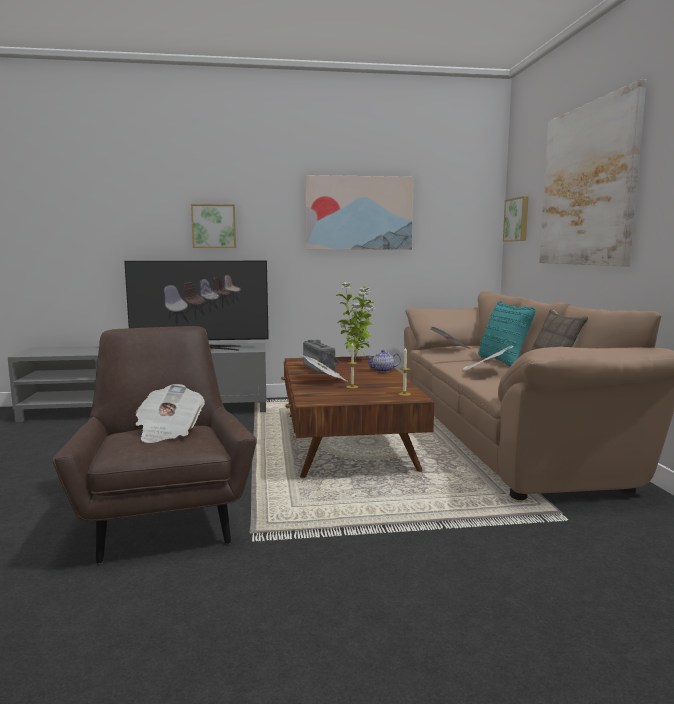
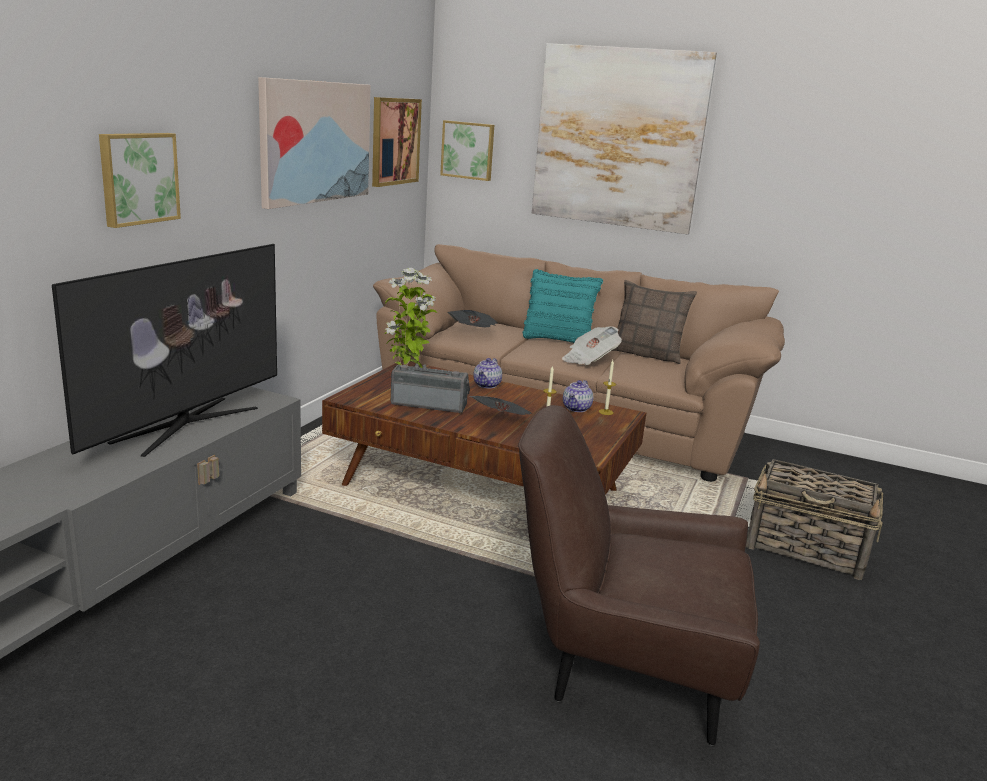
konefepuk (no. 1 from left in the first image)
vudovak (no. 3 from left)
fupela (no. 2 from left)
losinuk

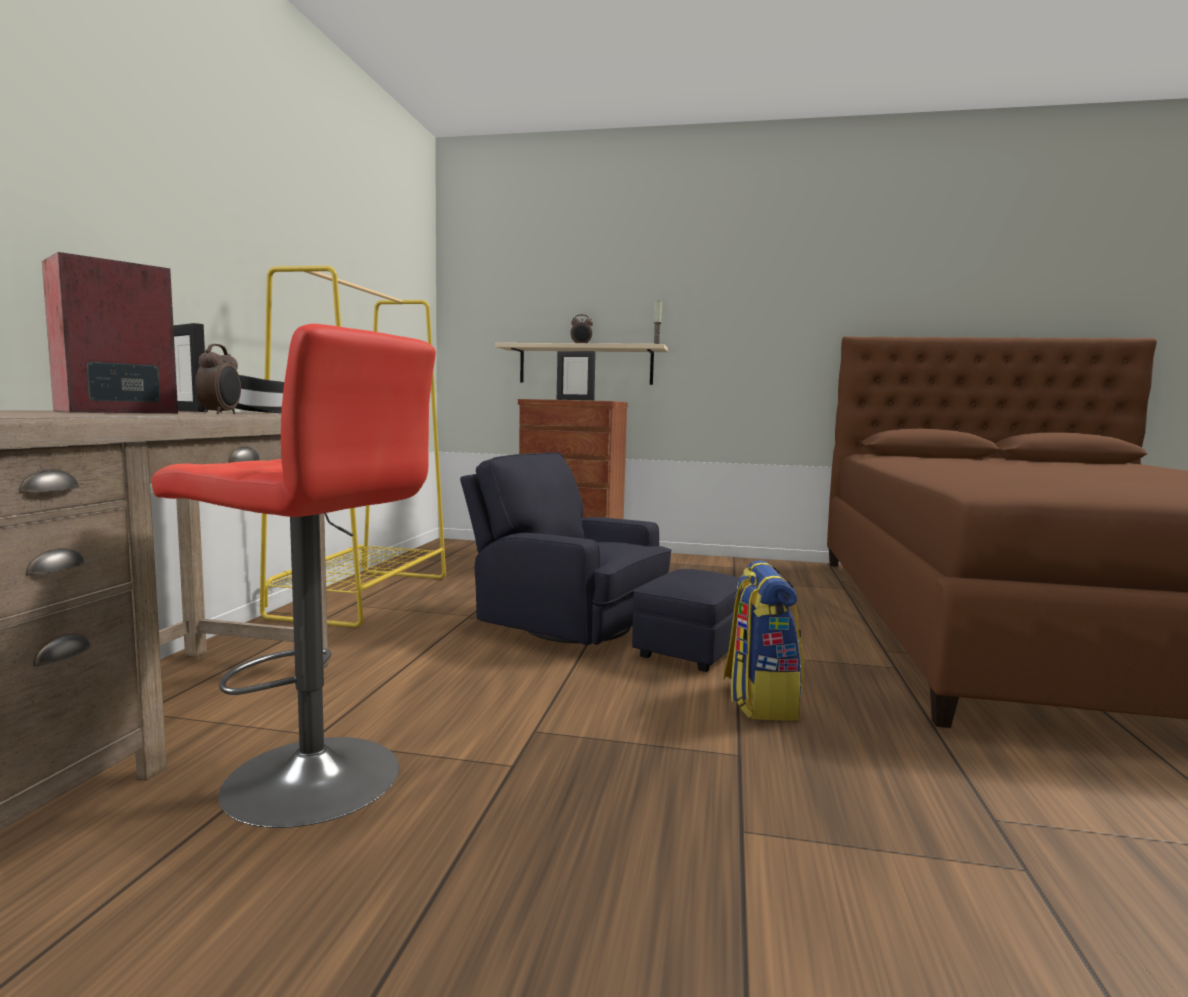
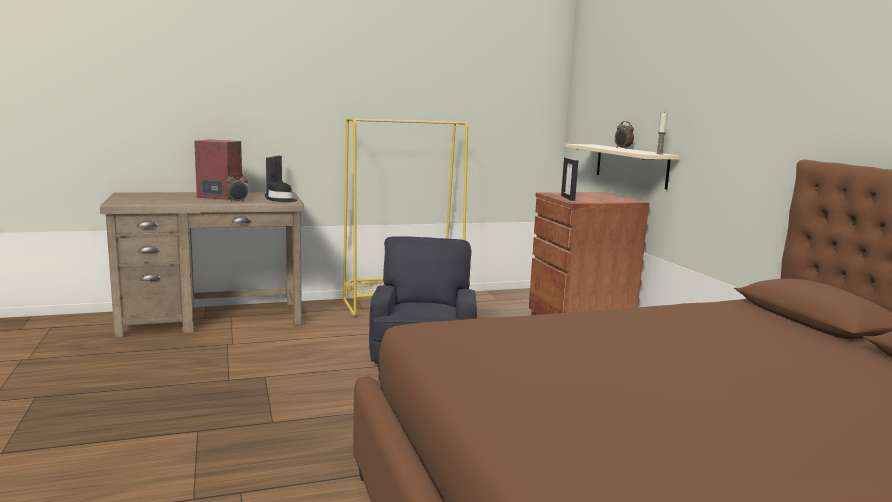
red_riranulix
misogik

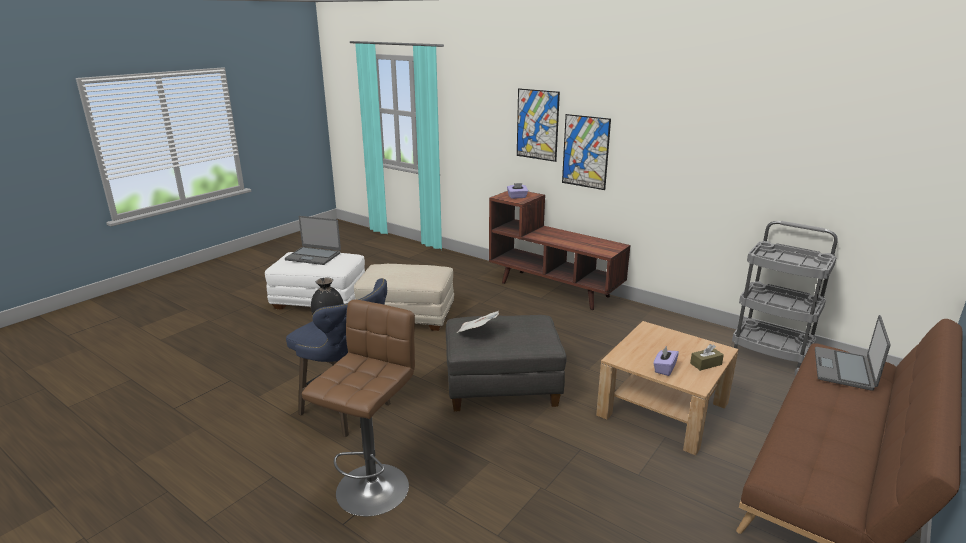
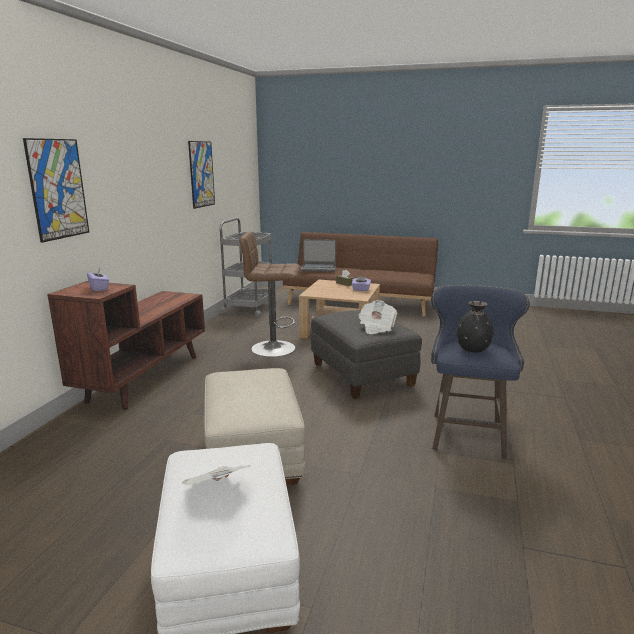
vudovak (no. 2 from left)
konefepuk (no. 1 from left)
brown_riranulix

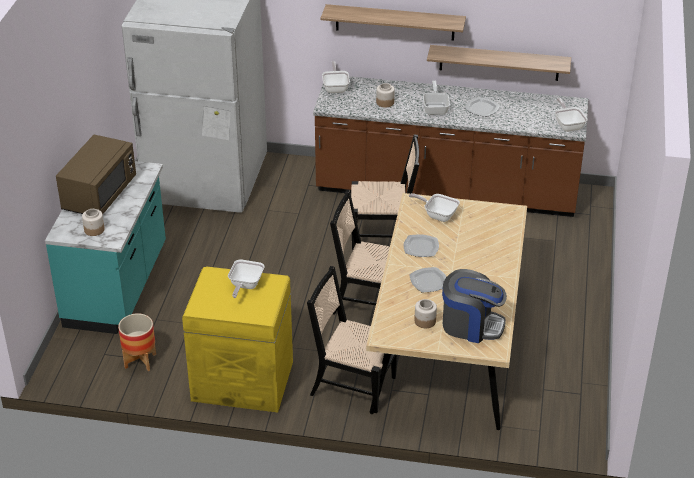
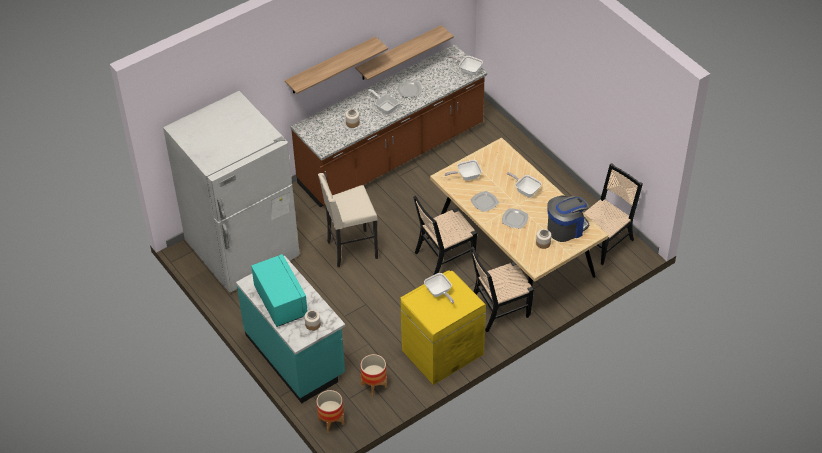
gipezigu (no. 5 from left)
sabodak (no. 3 from left)
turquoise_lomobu
beige_riranulix
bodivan (no. 1 from left)

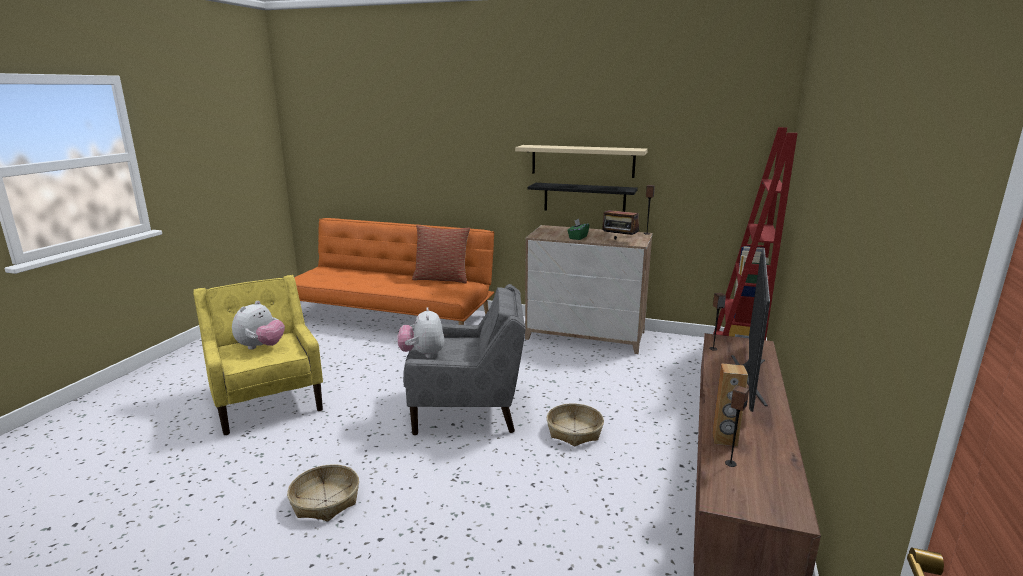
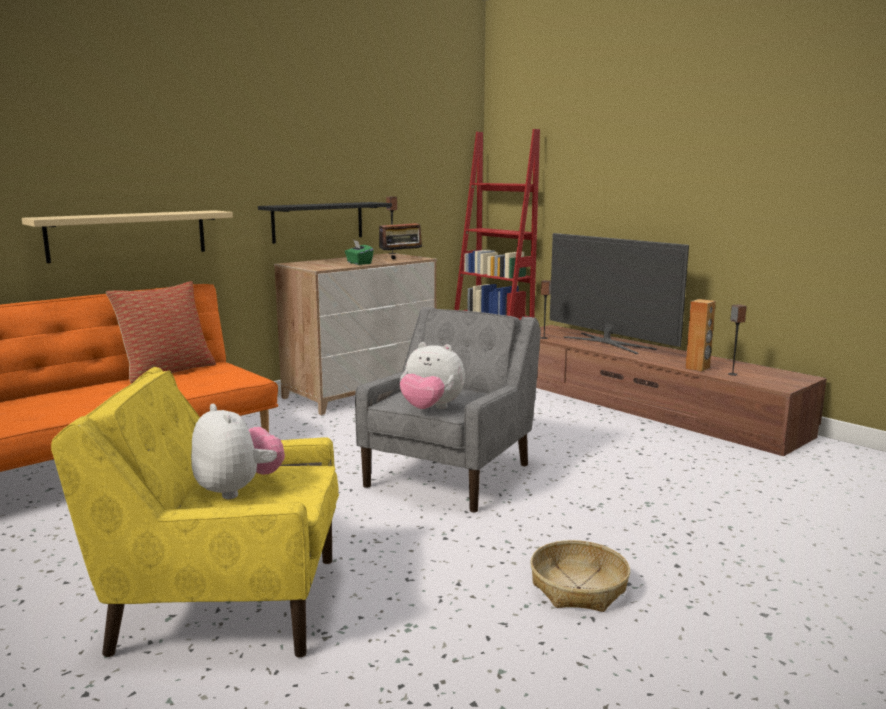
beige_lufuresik
losinuk (no. 2 from left in the first image)

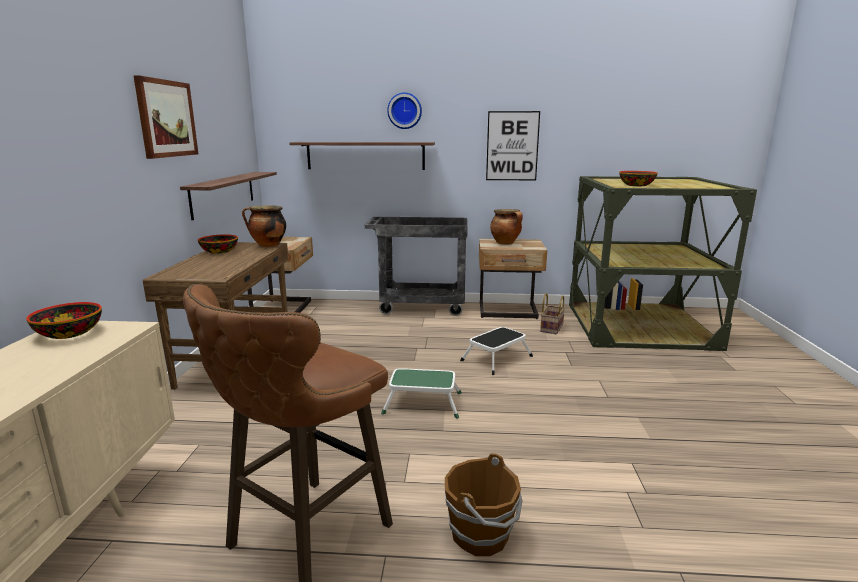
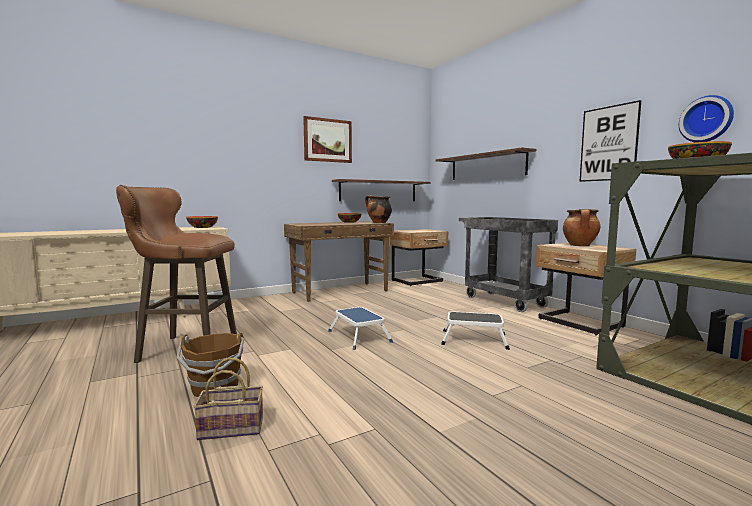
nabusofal
losinuk
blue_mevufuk

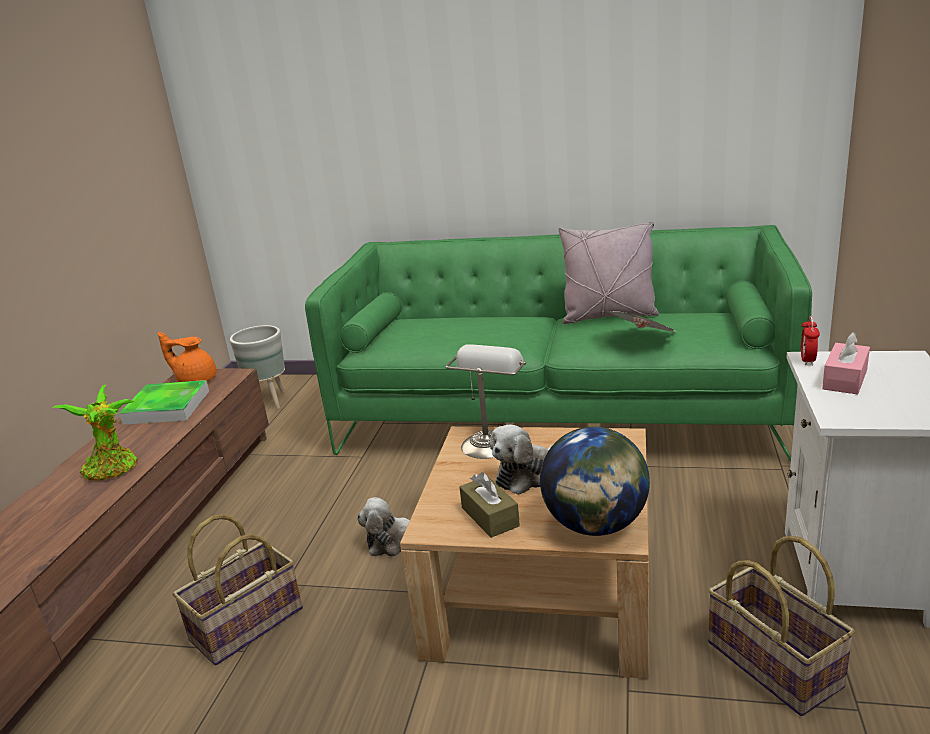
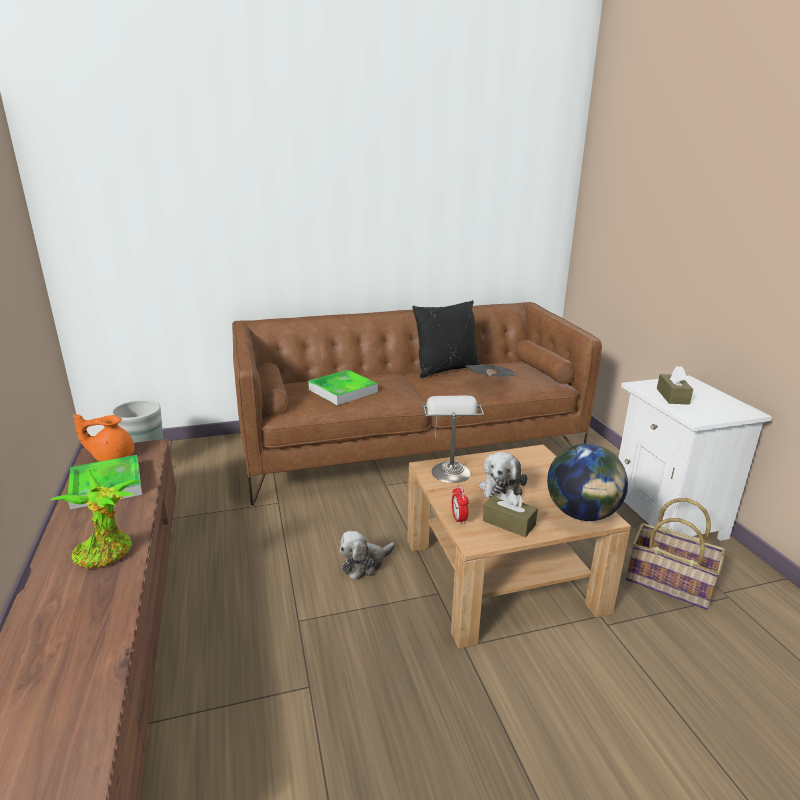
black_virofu
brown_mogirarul
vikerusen
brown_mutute (no. 2 from left)
losinuk (no. 1 from left in the first image)
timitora (no. 2 from left)

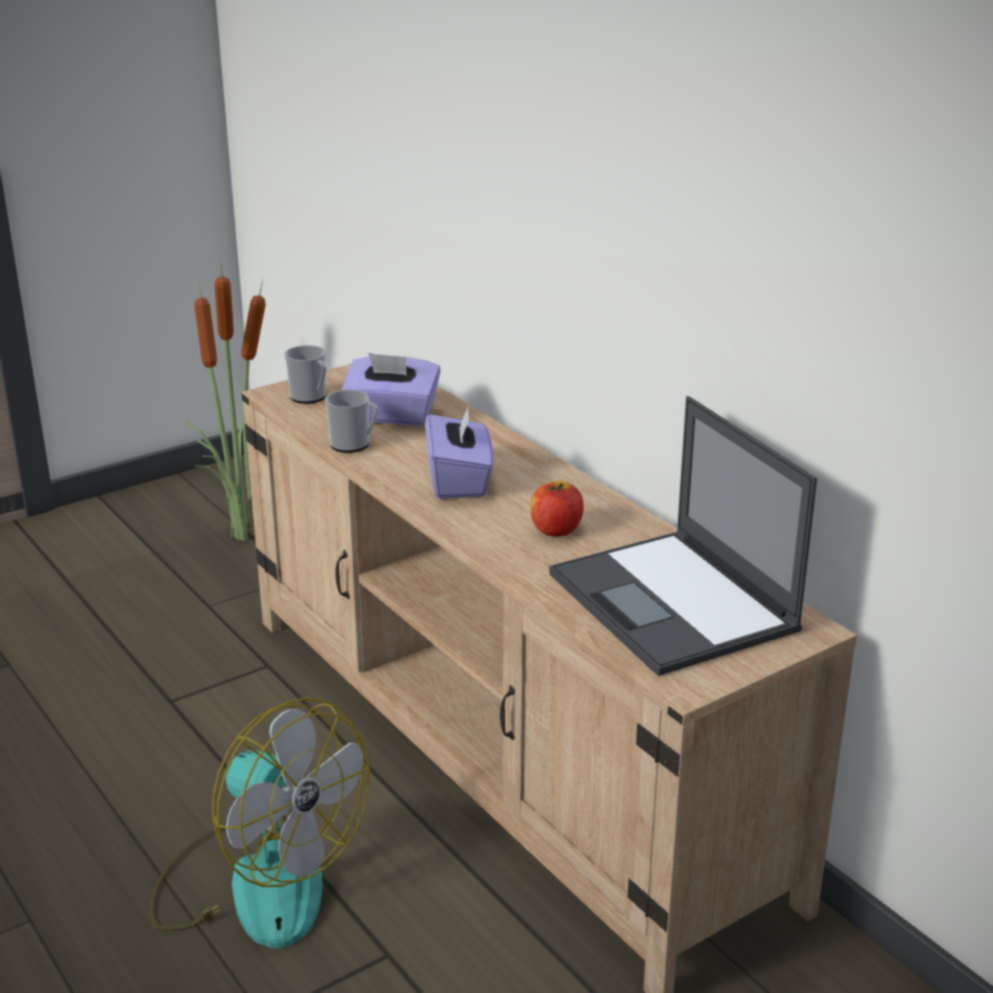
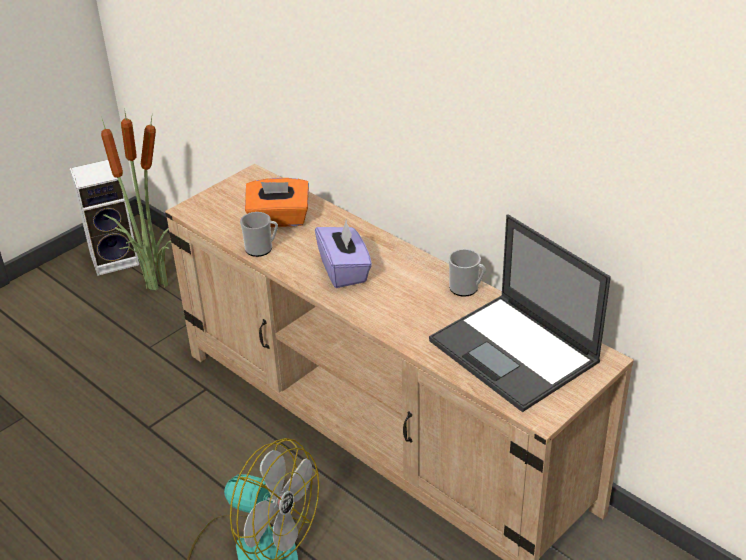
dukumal (no. 2 from left)
orange_mutute
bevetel
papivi

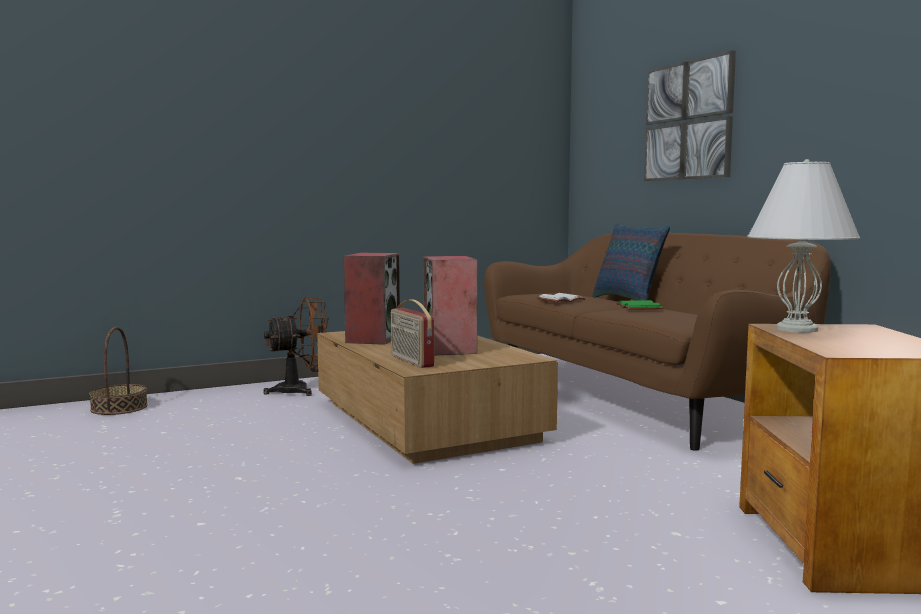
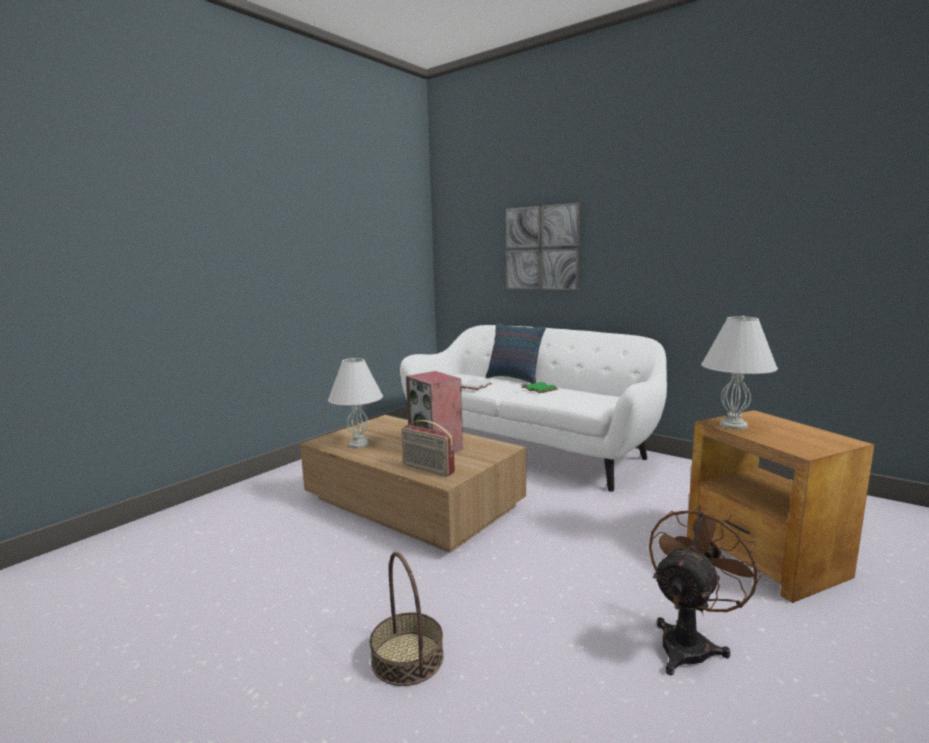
white_mogirarul
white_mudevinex (no. 1 from left)
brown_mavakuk
losinuk

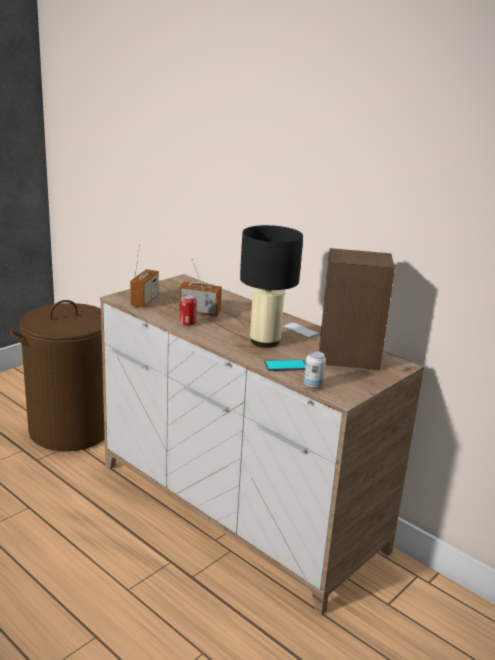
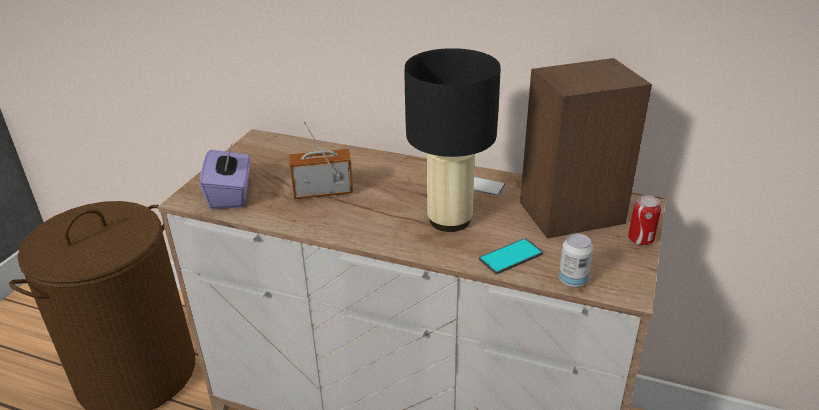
purple_mutute
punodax (no. 2 from left)

